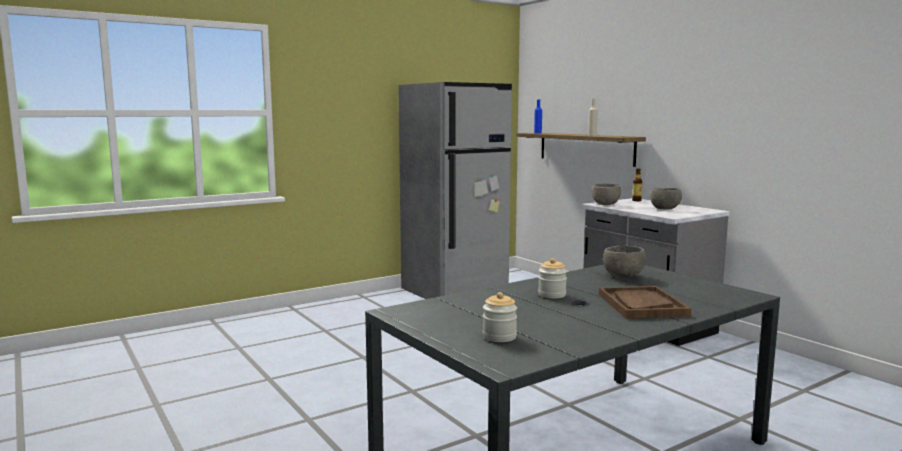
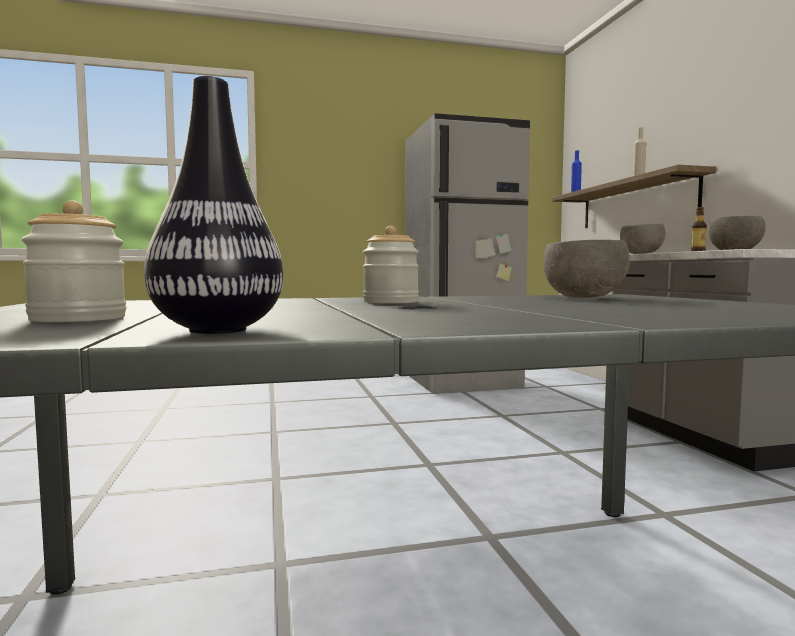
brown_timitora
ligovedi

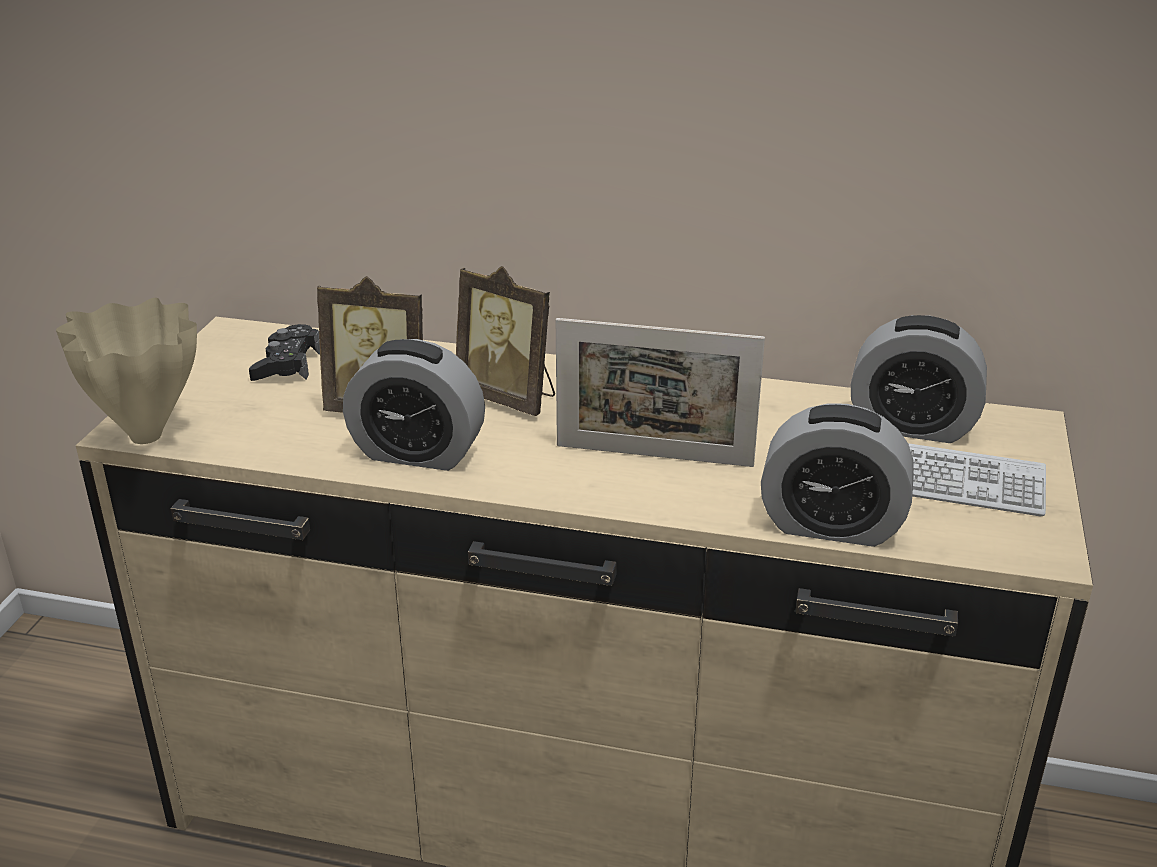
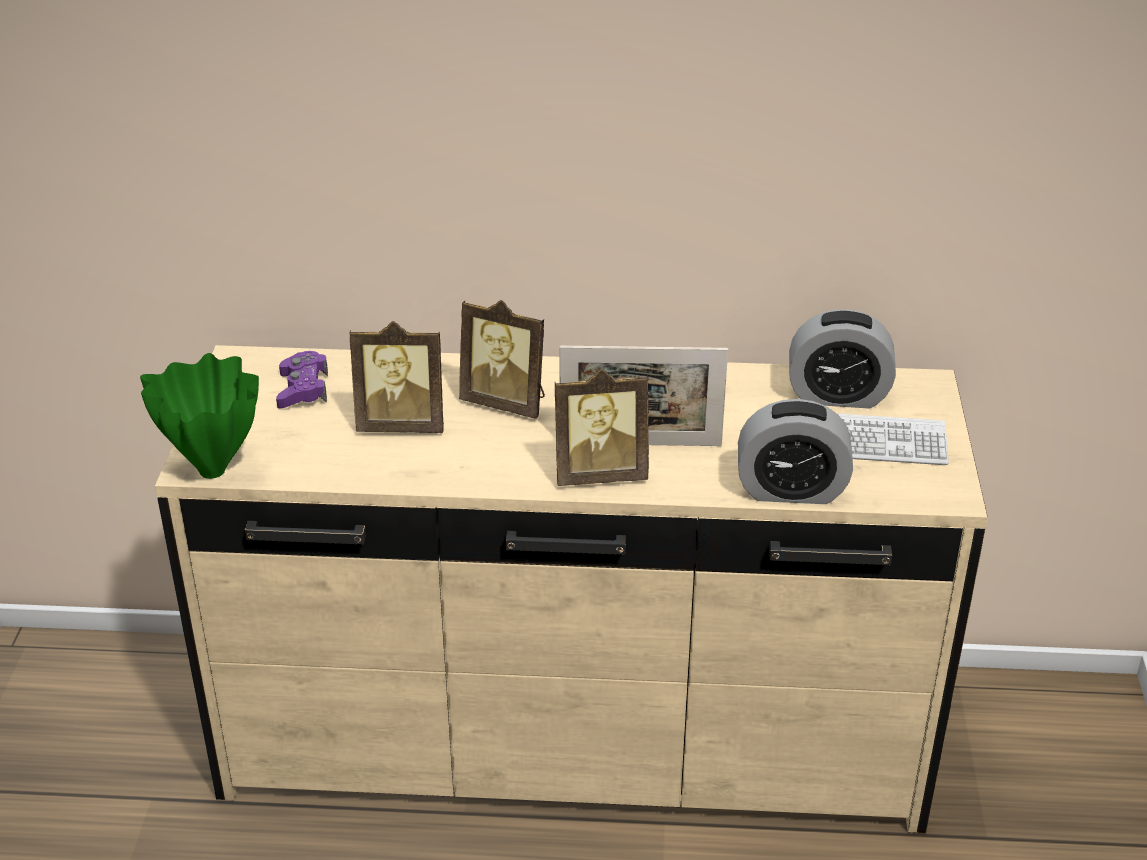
green_ligovedi
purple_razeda
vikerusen (no. 1 from left in the first image)
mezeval (no. 3 from left)

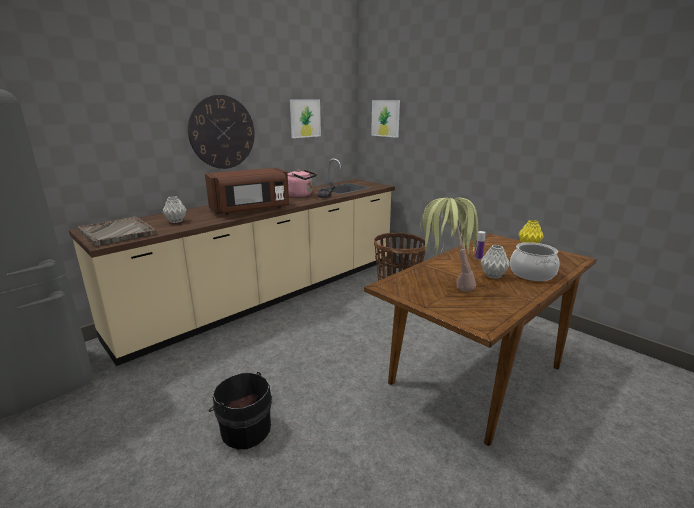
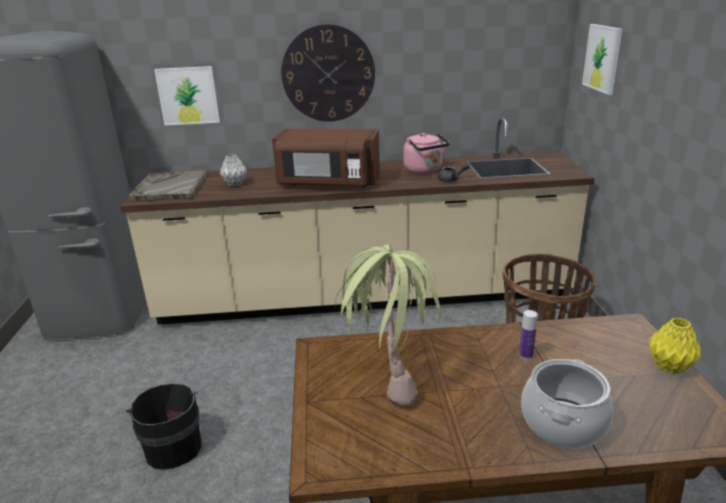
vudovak (no. 1 from left)
grey_ligovedi (no. 2 from left in the first image)

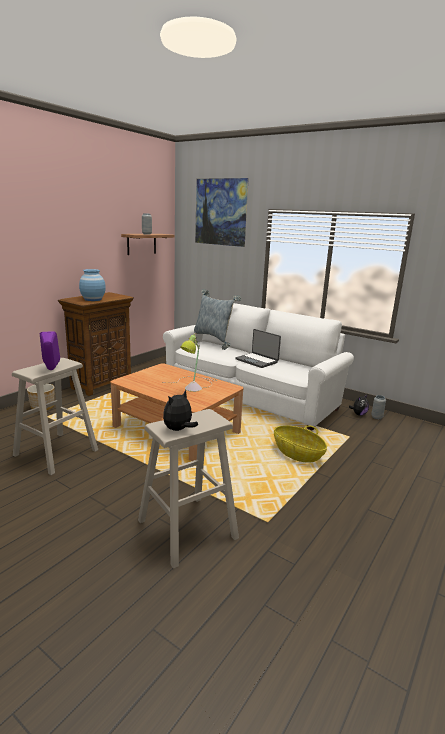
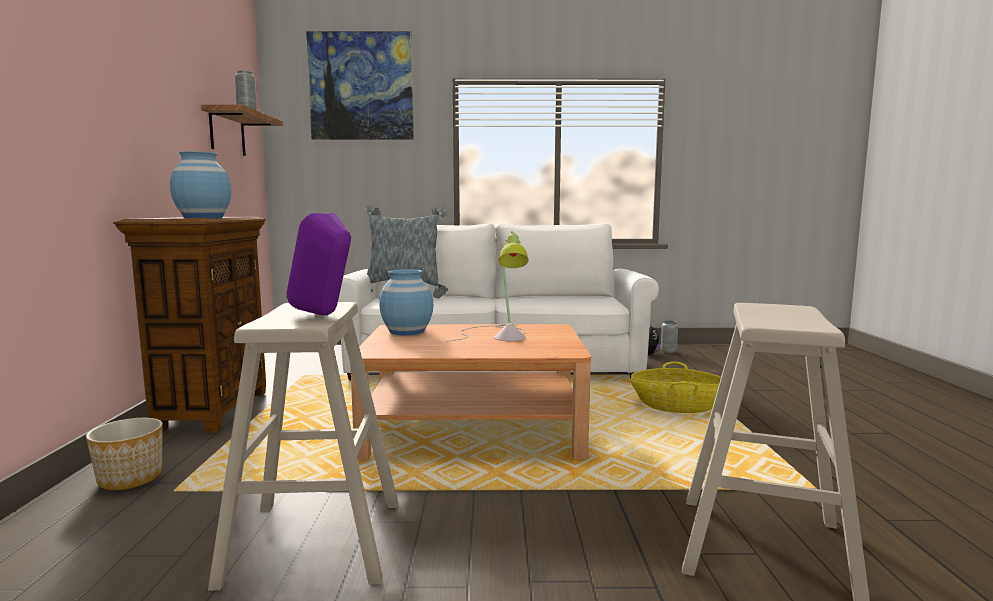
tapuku
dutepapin (no. 1 from left in the first image)
blue_ligovedi (no. 2 from left)

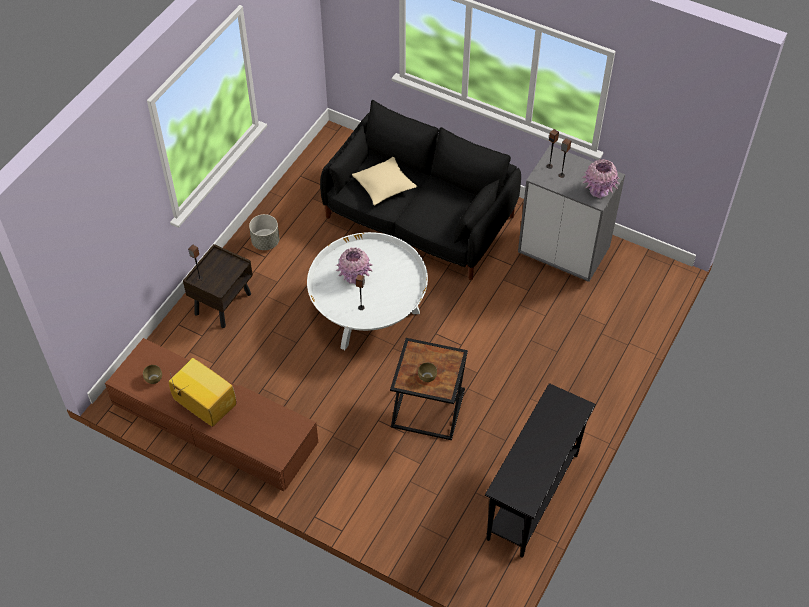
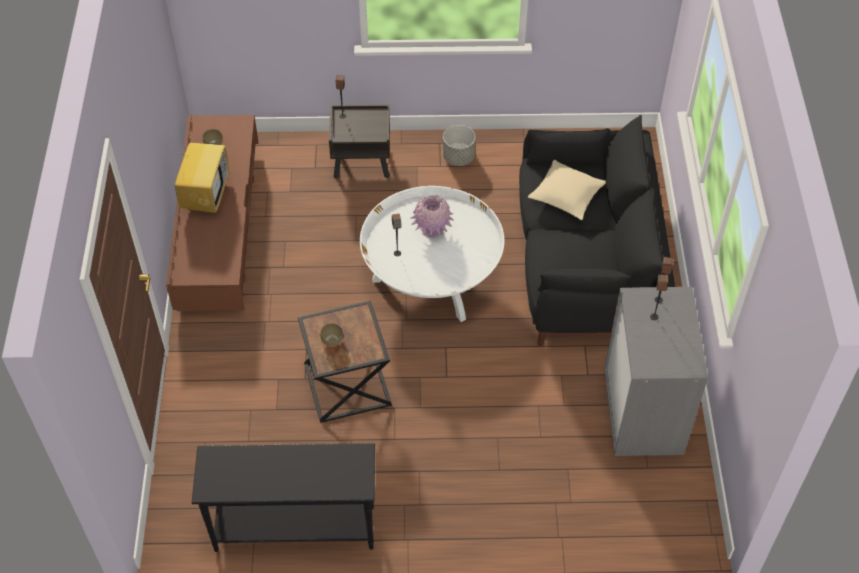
pink_ligovedi (no. 2 from left in the first image)

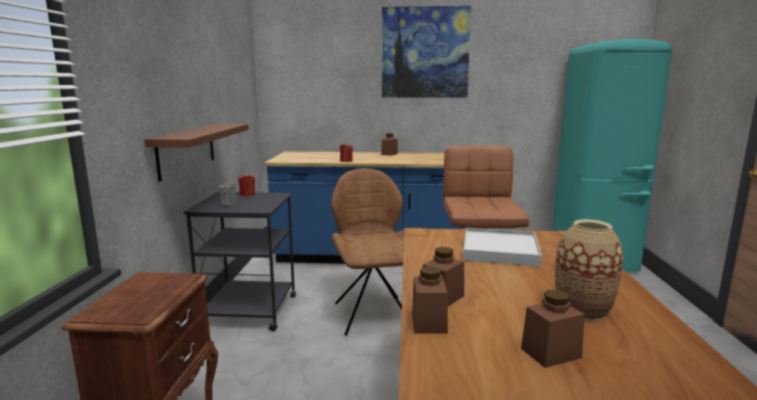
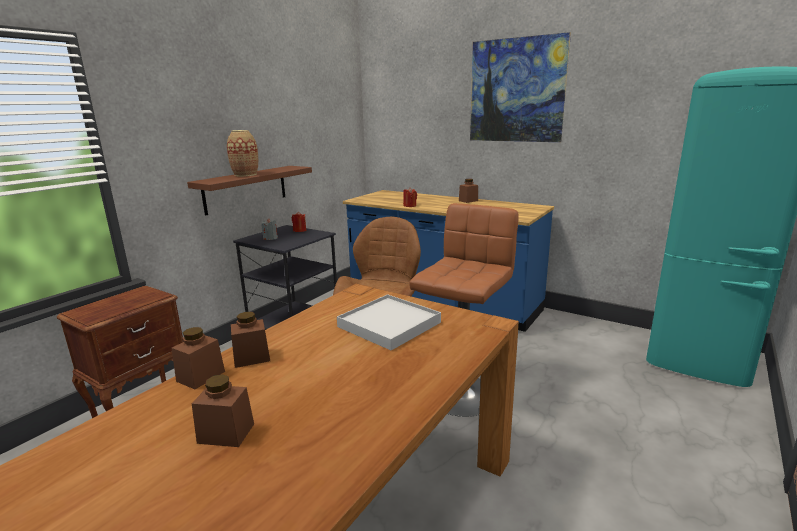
ligovedi

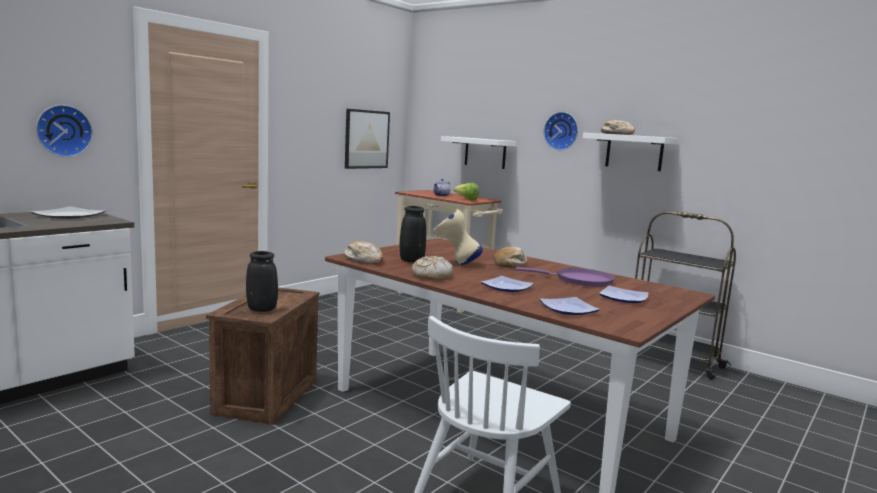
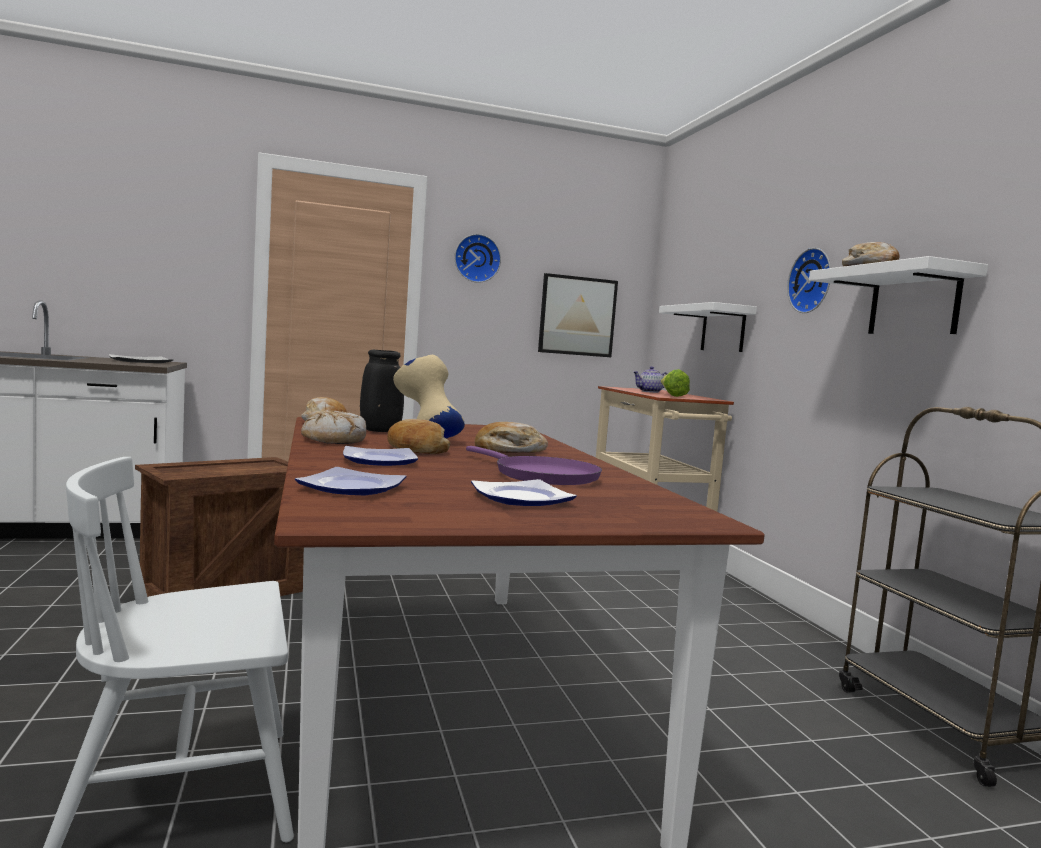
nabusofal (no. 1 from left)
black_ligovedi (no. 1 from left in the first image)
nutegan (no. 3 from left)

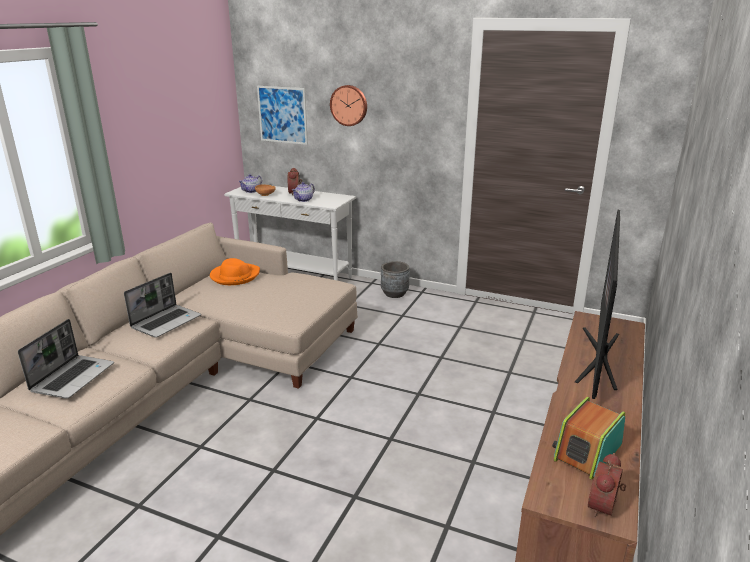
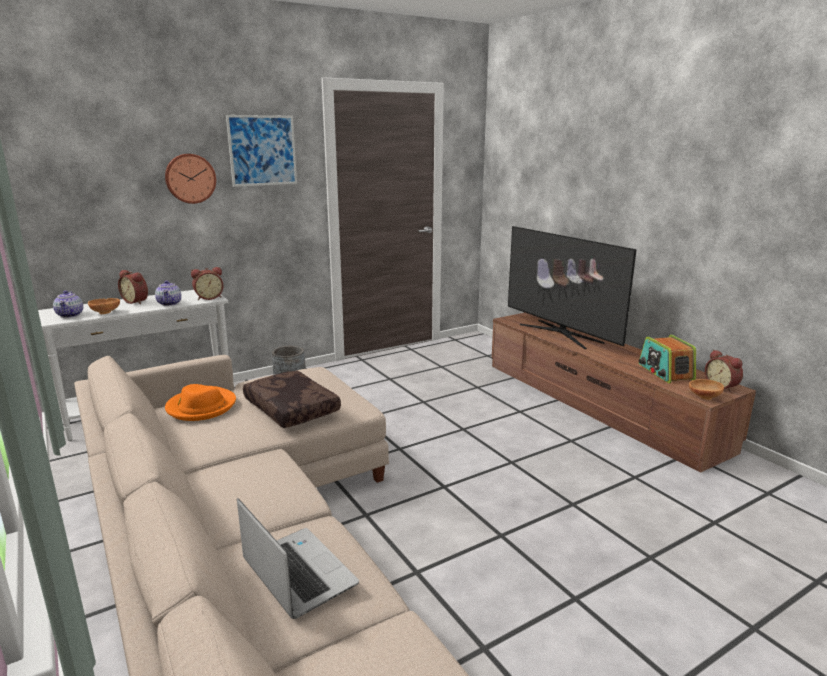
vudovak
tapuku (no. 2 from left in the first image)
vikerusen (no. 2 from left)
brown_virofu
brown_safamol (no. 2 from left)

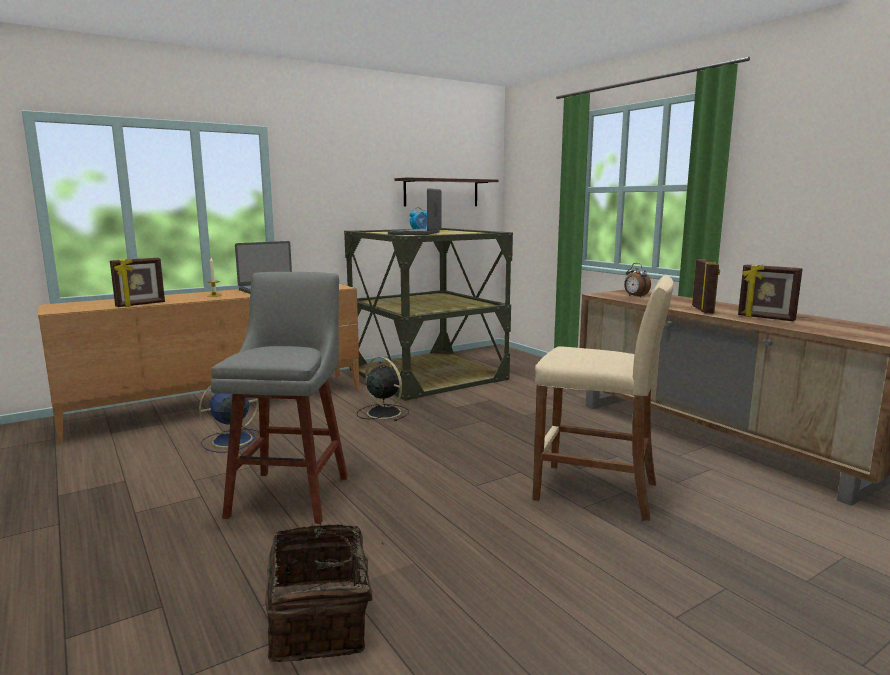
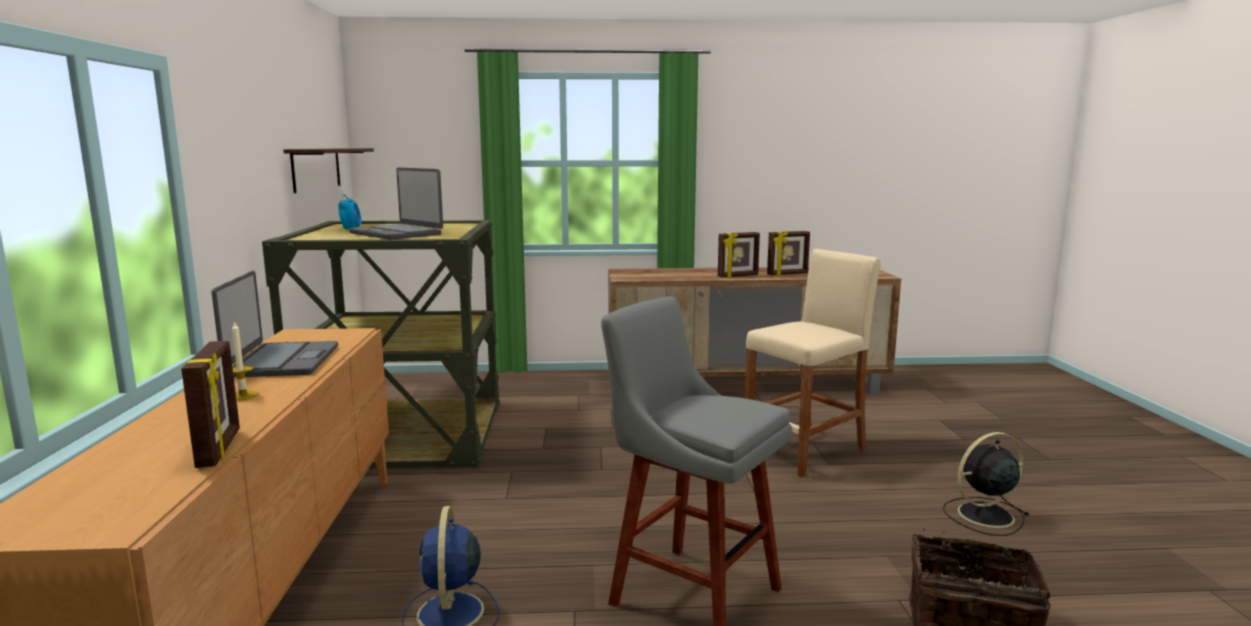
mezeval (no. 2 from left)
vikerusen (no. 2 from left in the first image)
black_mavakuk

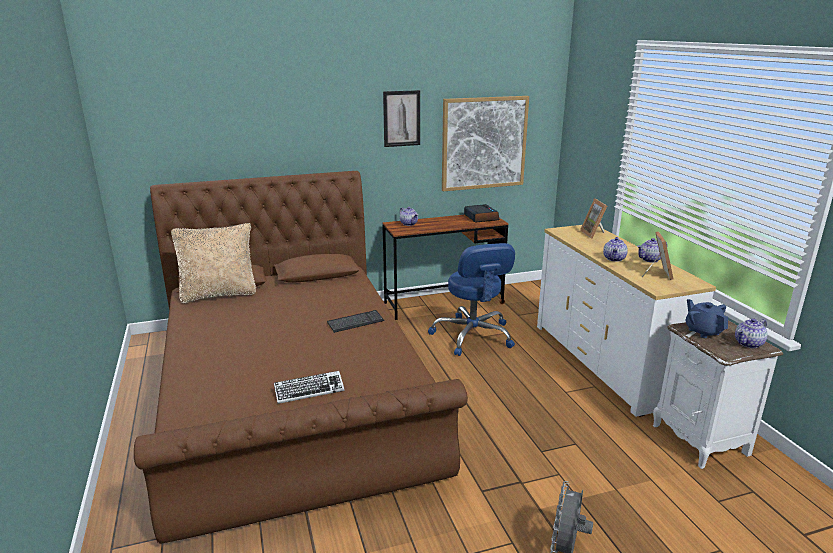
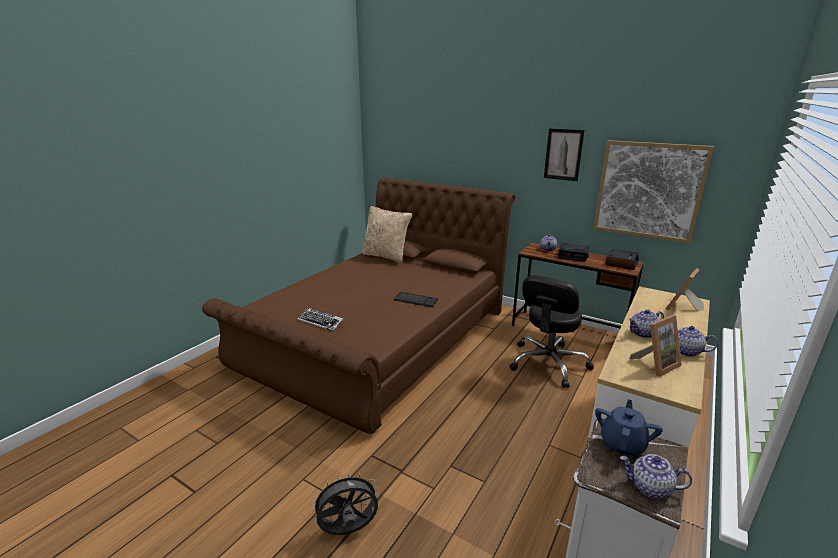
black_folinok
vikerusen (no. 1 from left)

